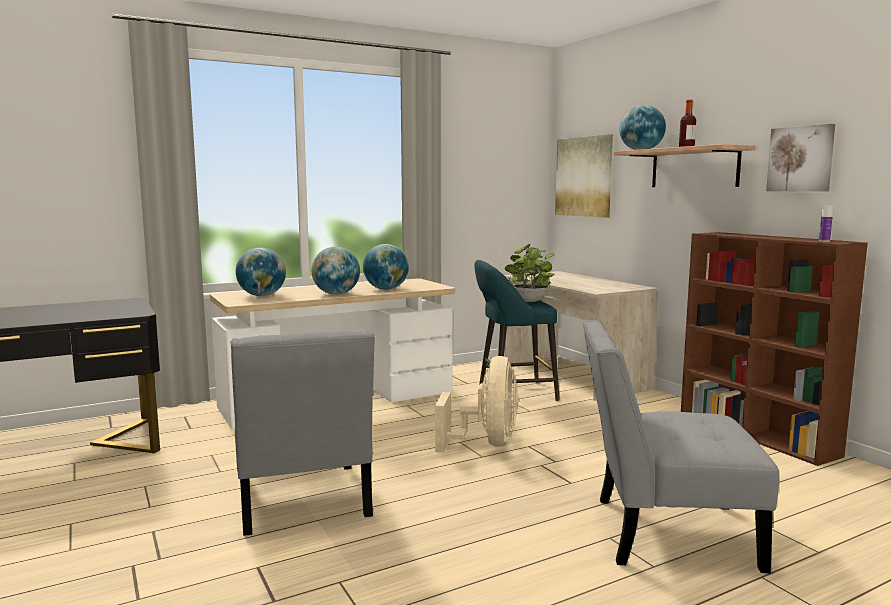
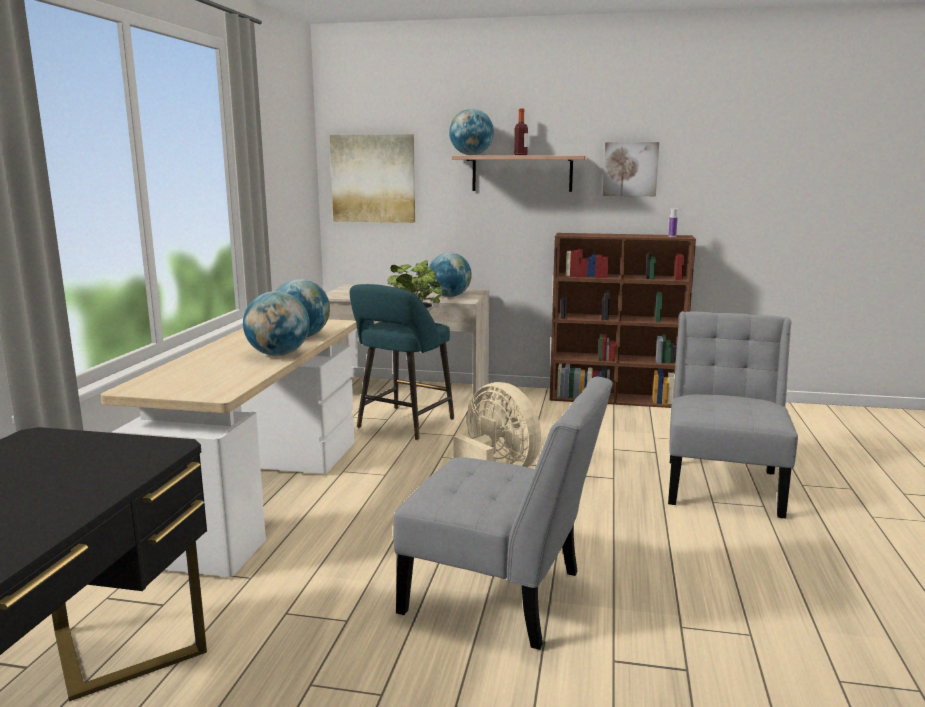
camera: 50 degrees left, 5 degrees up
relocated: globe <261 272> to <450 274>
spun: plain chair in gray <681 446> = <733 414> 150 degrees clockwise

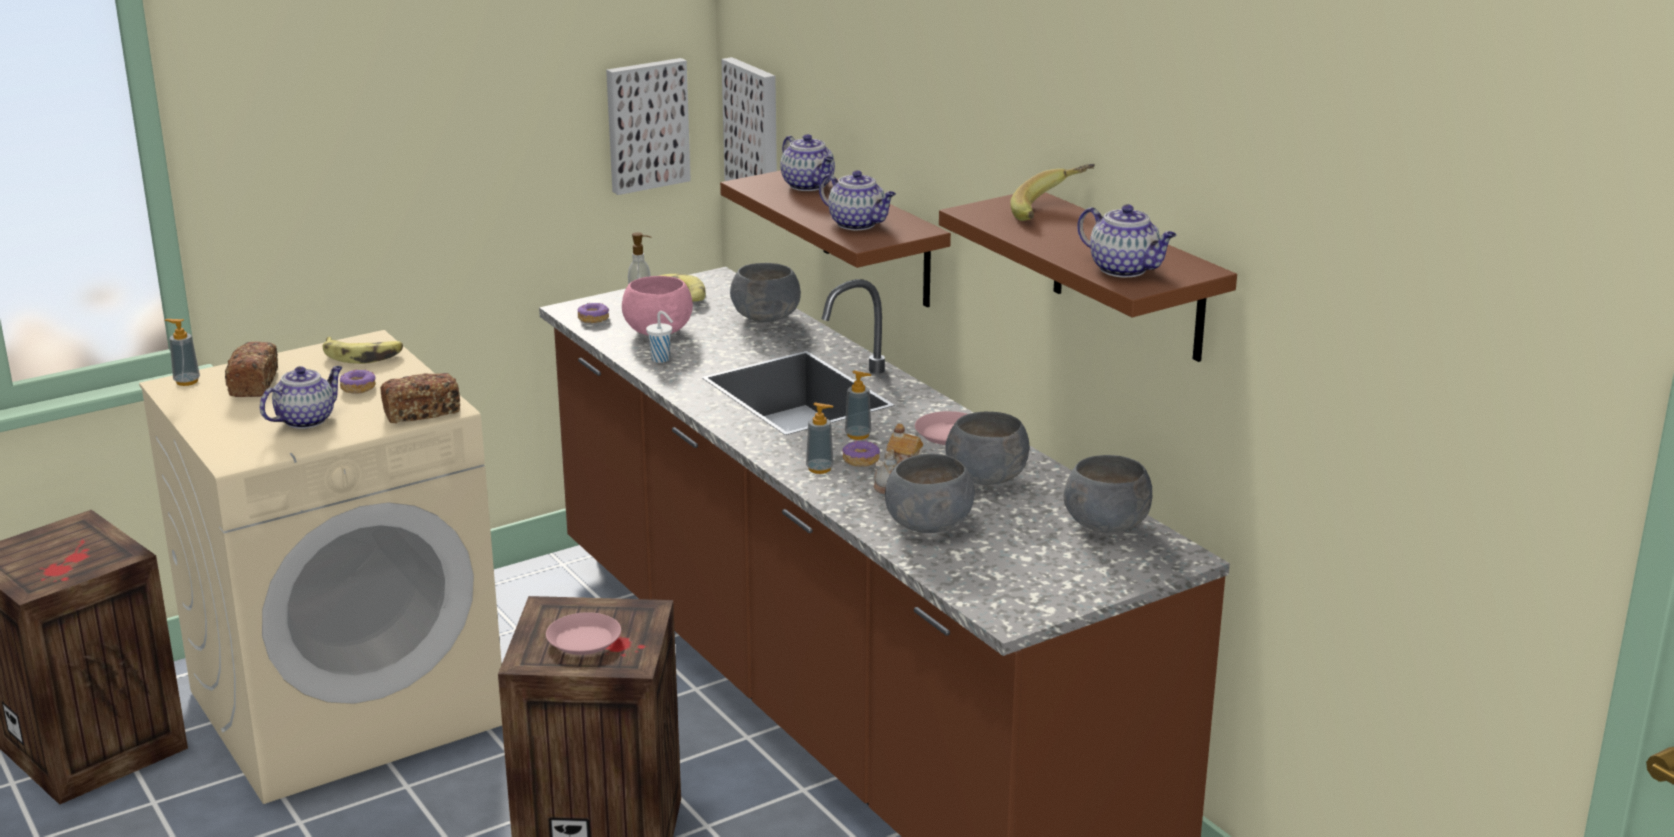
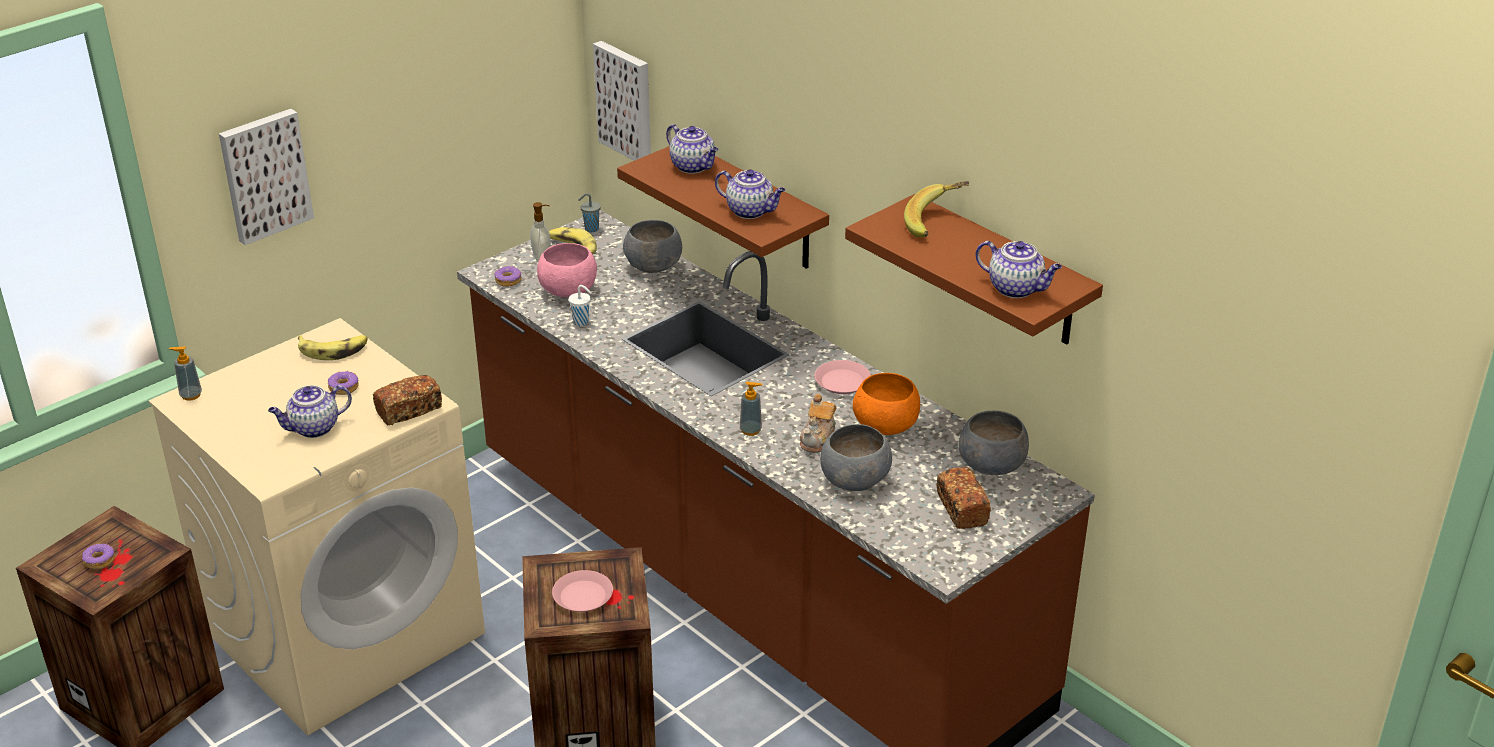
camera: 10 degrees left, 10 degrees up
missing: soap bottle <858 405>
appeared: drinking cup in gray <589 212>
relocated: bread <251 369> to <964 498>; wall art <648 126> to <266 177>; donut <861 453> to <98 556>
colour: deep dish in gray <987 448> to deep dish in orange <886 404>
spun: tea pot <301 397> = <310 411> 150 degrees counterclockwise

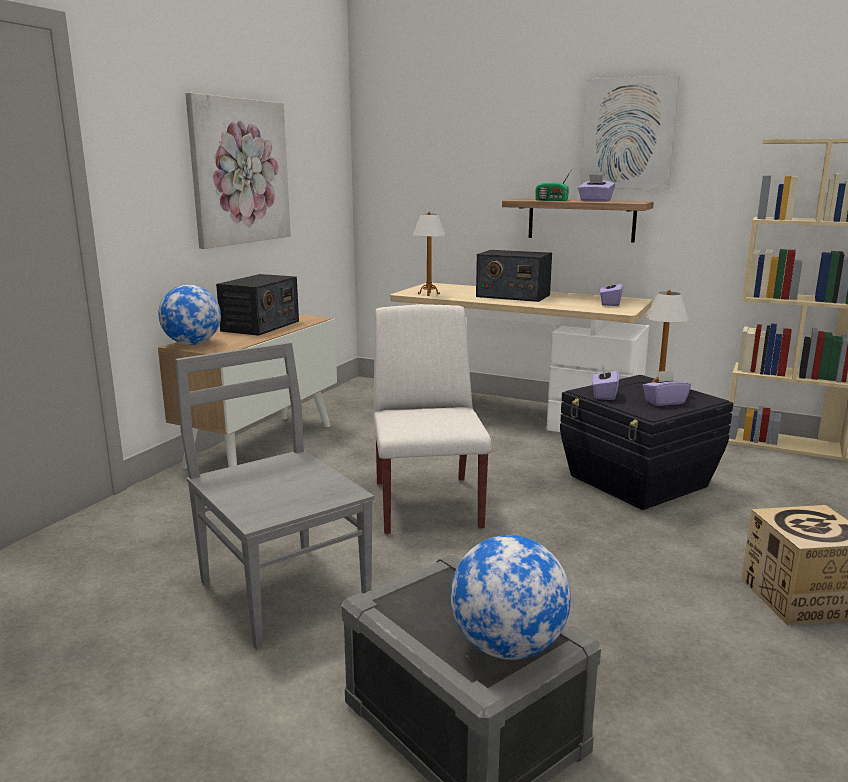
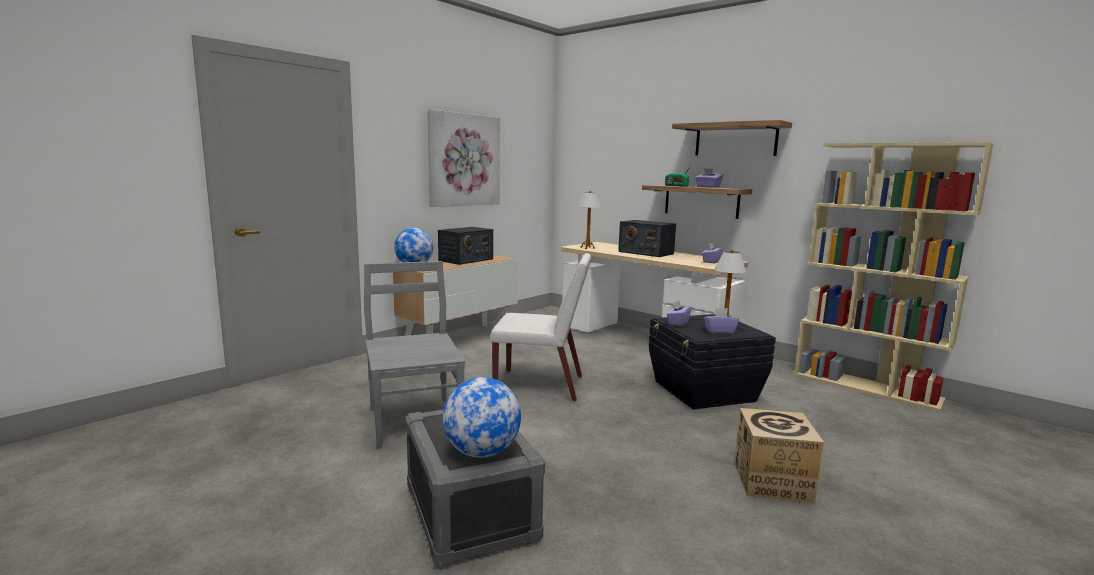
camera: 15 degrees right, 5 degrees down
exchanged: wall art <630 132> to shelf <732 138>
spun: plain chair in whitish <432 419> = <540 327> 90 degrees clockwise

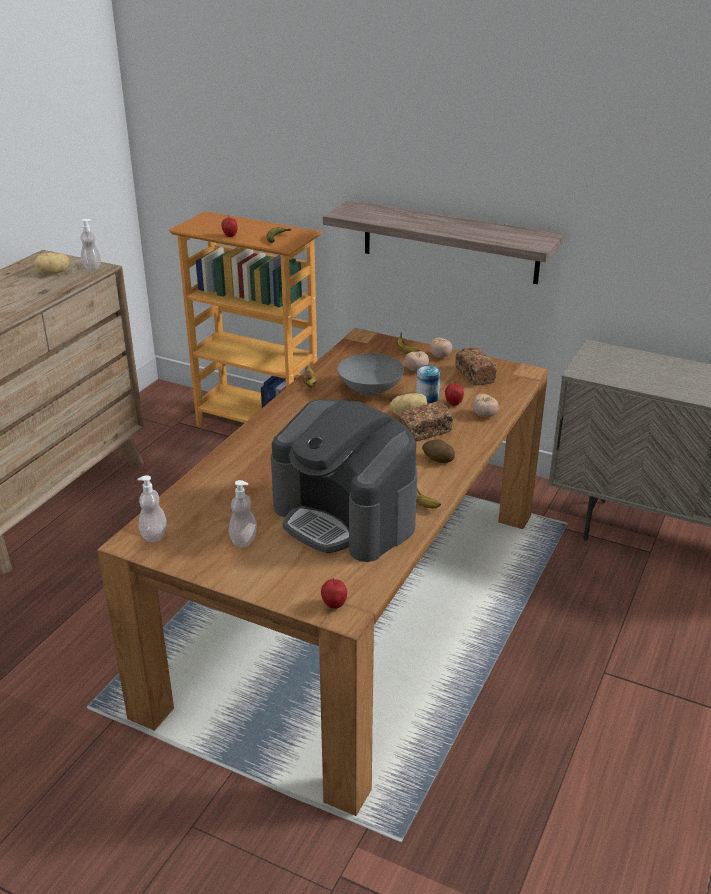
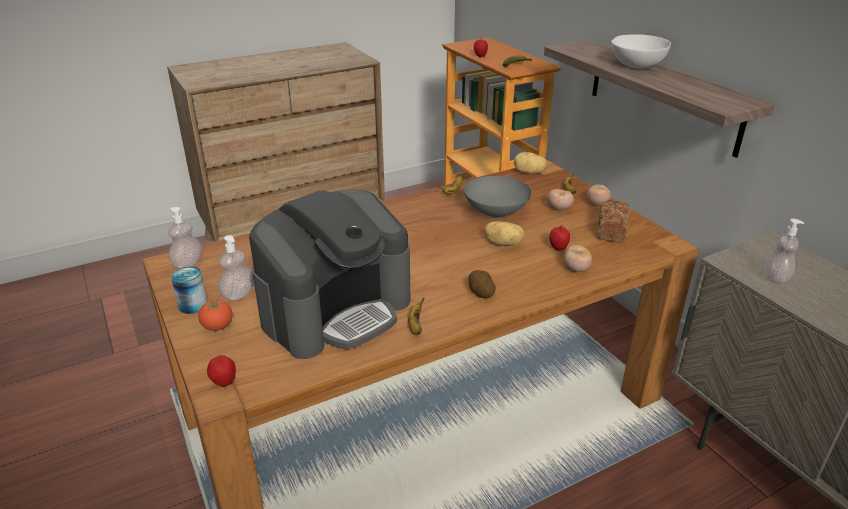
camera: 35 degrees right, 0 degrees up
missing: bread <425 422>
appeared: whole tomato <215 315>; deep dish in whitish <641 52>
relocated: spud <52 263> to <530 163>; soap bottle <91 245> to <784 251>; sealed can <428 384> to <189 290>
spun: coffee maker <344 480> = <329 274> 120 degrees counterclockwise

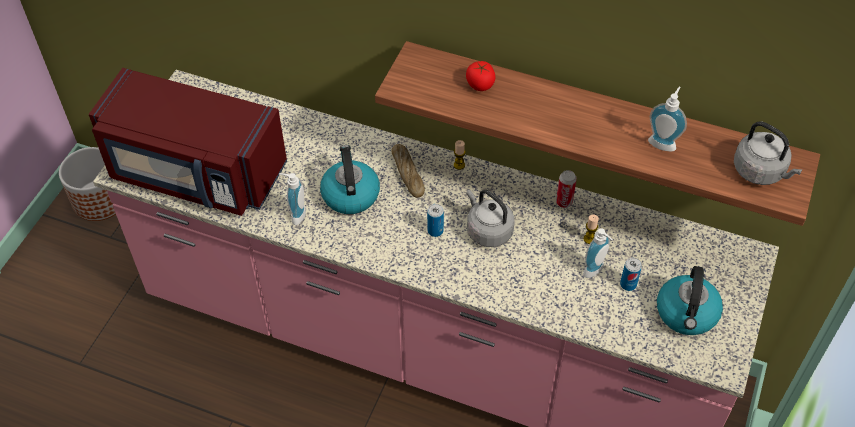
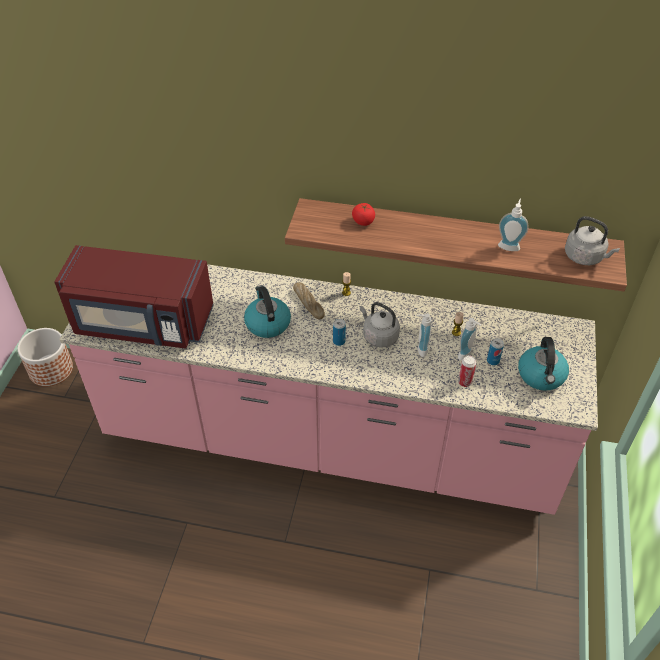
camera: 10 degrees left, 5 degrees down
relocated: soap bottle <292 199> to <423 335>; sealed can <566 189> to <467 371>

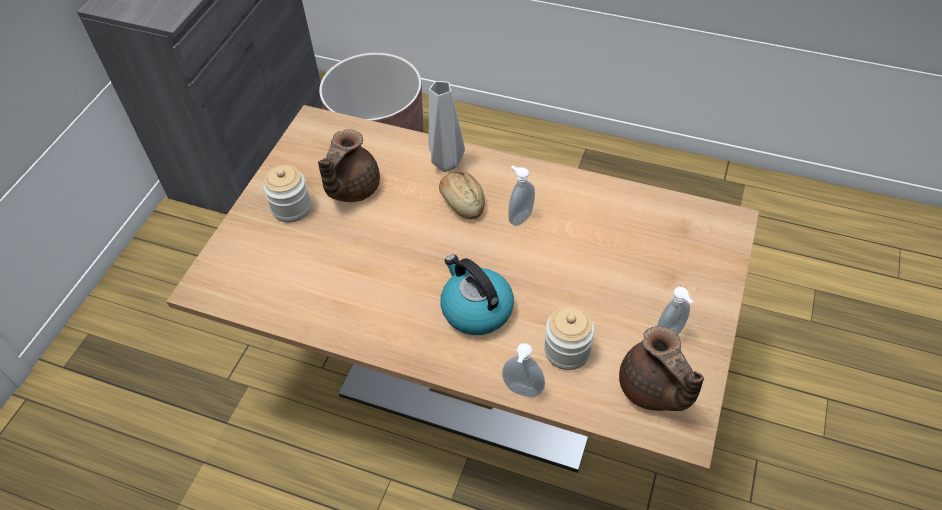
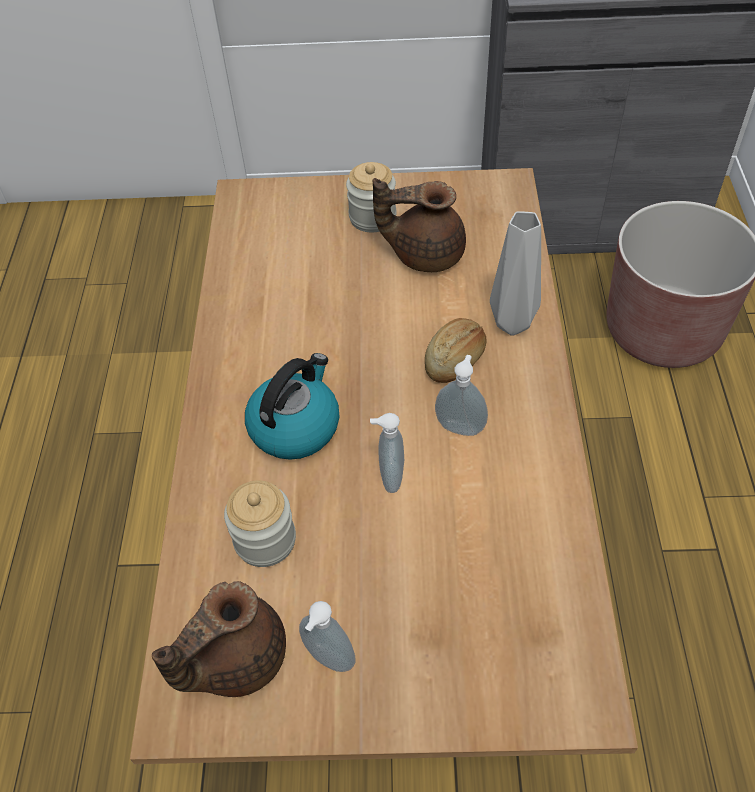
camera: 70 degrees right, 0 degrees up
relocated: soap bottle <523 370> to <387 453>

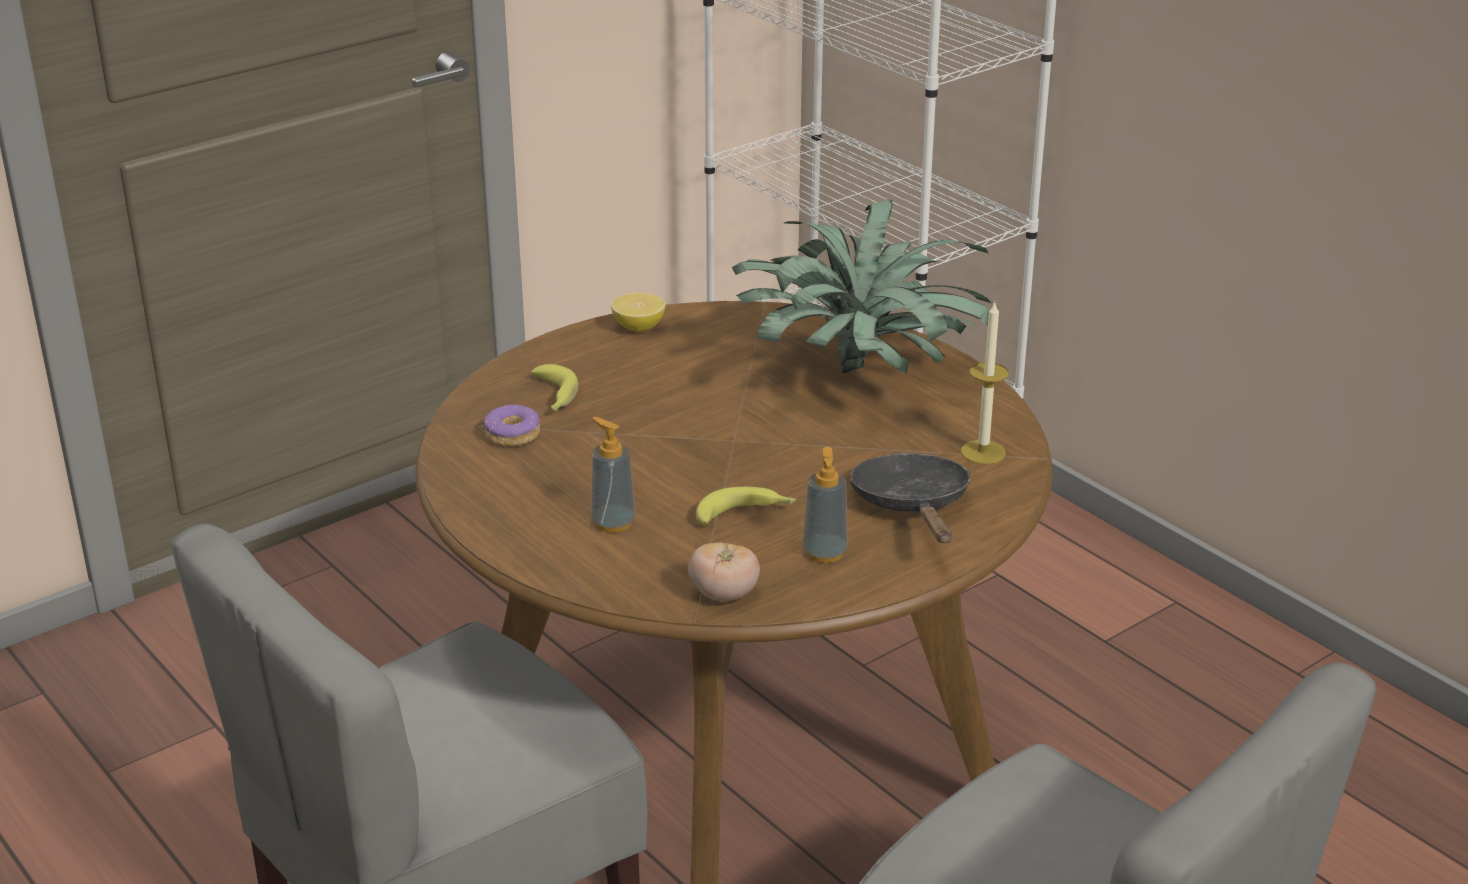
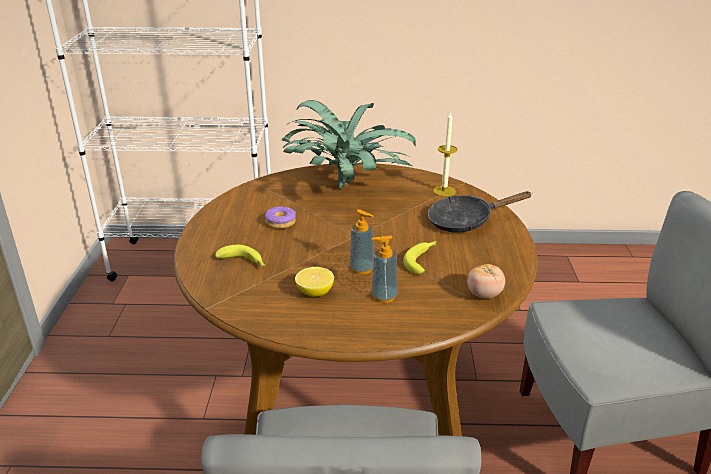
camera: 50 degrees left, 0 degrees up
relocated: donut <512 425> to <280 217>; lemon <638 312> to <314 282>; soap bottle <825 505> to <361 242>
spun: pan in black <910 498> = <480 212> 45 degrees counterclockwise

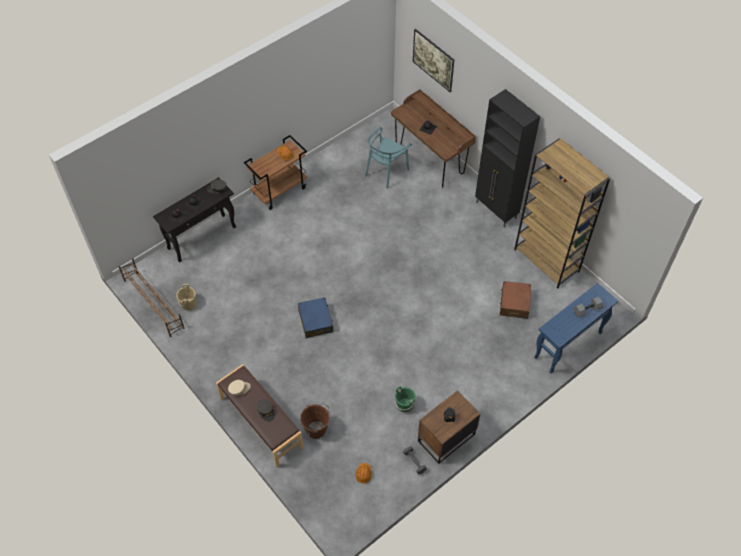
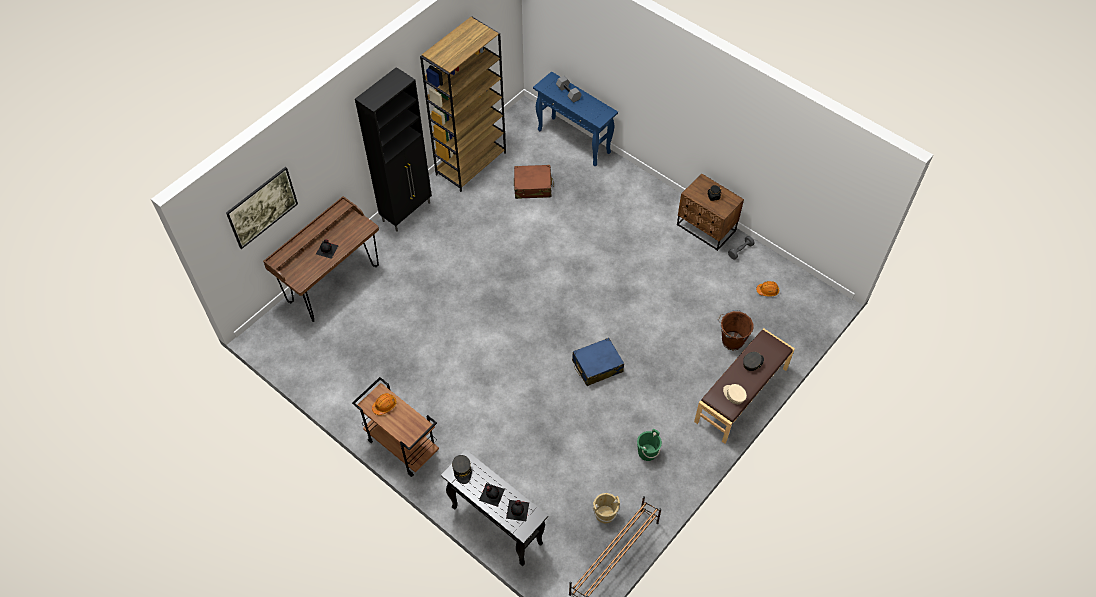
camera: 100 degrees left, 0 degrees up
missing: plain chair in turquoise <388 158>
relocated: bucket in green-coloured <405 399> to <649 445>

